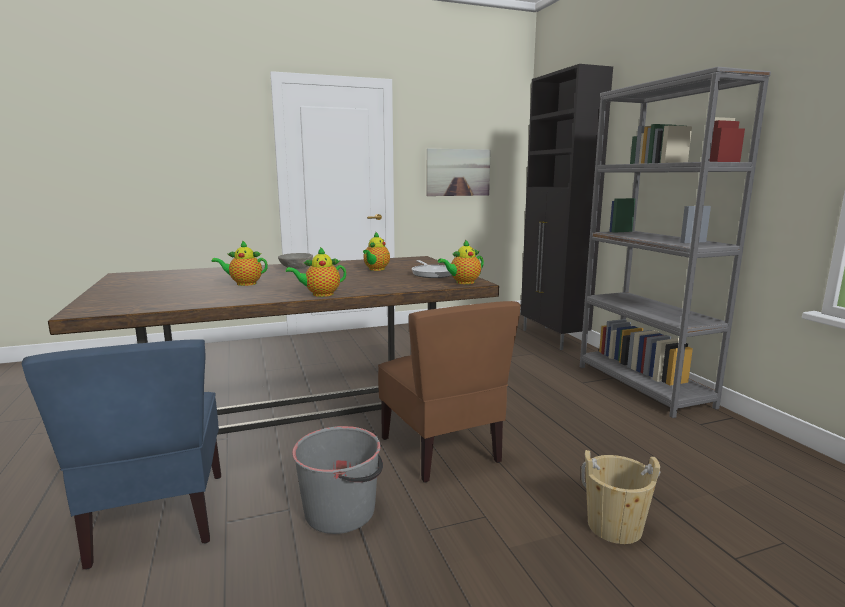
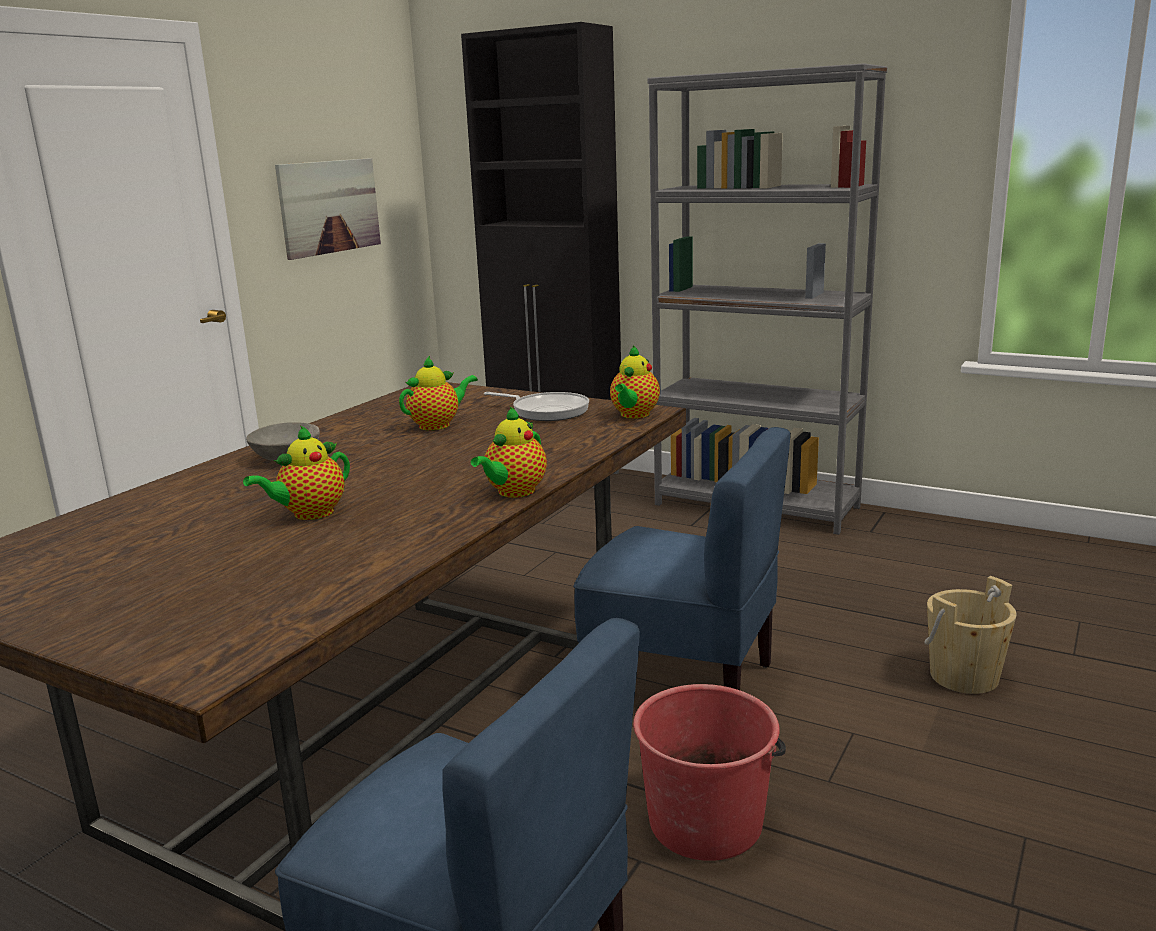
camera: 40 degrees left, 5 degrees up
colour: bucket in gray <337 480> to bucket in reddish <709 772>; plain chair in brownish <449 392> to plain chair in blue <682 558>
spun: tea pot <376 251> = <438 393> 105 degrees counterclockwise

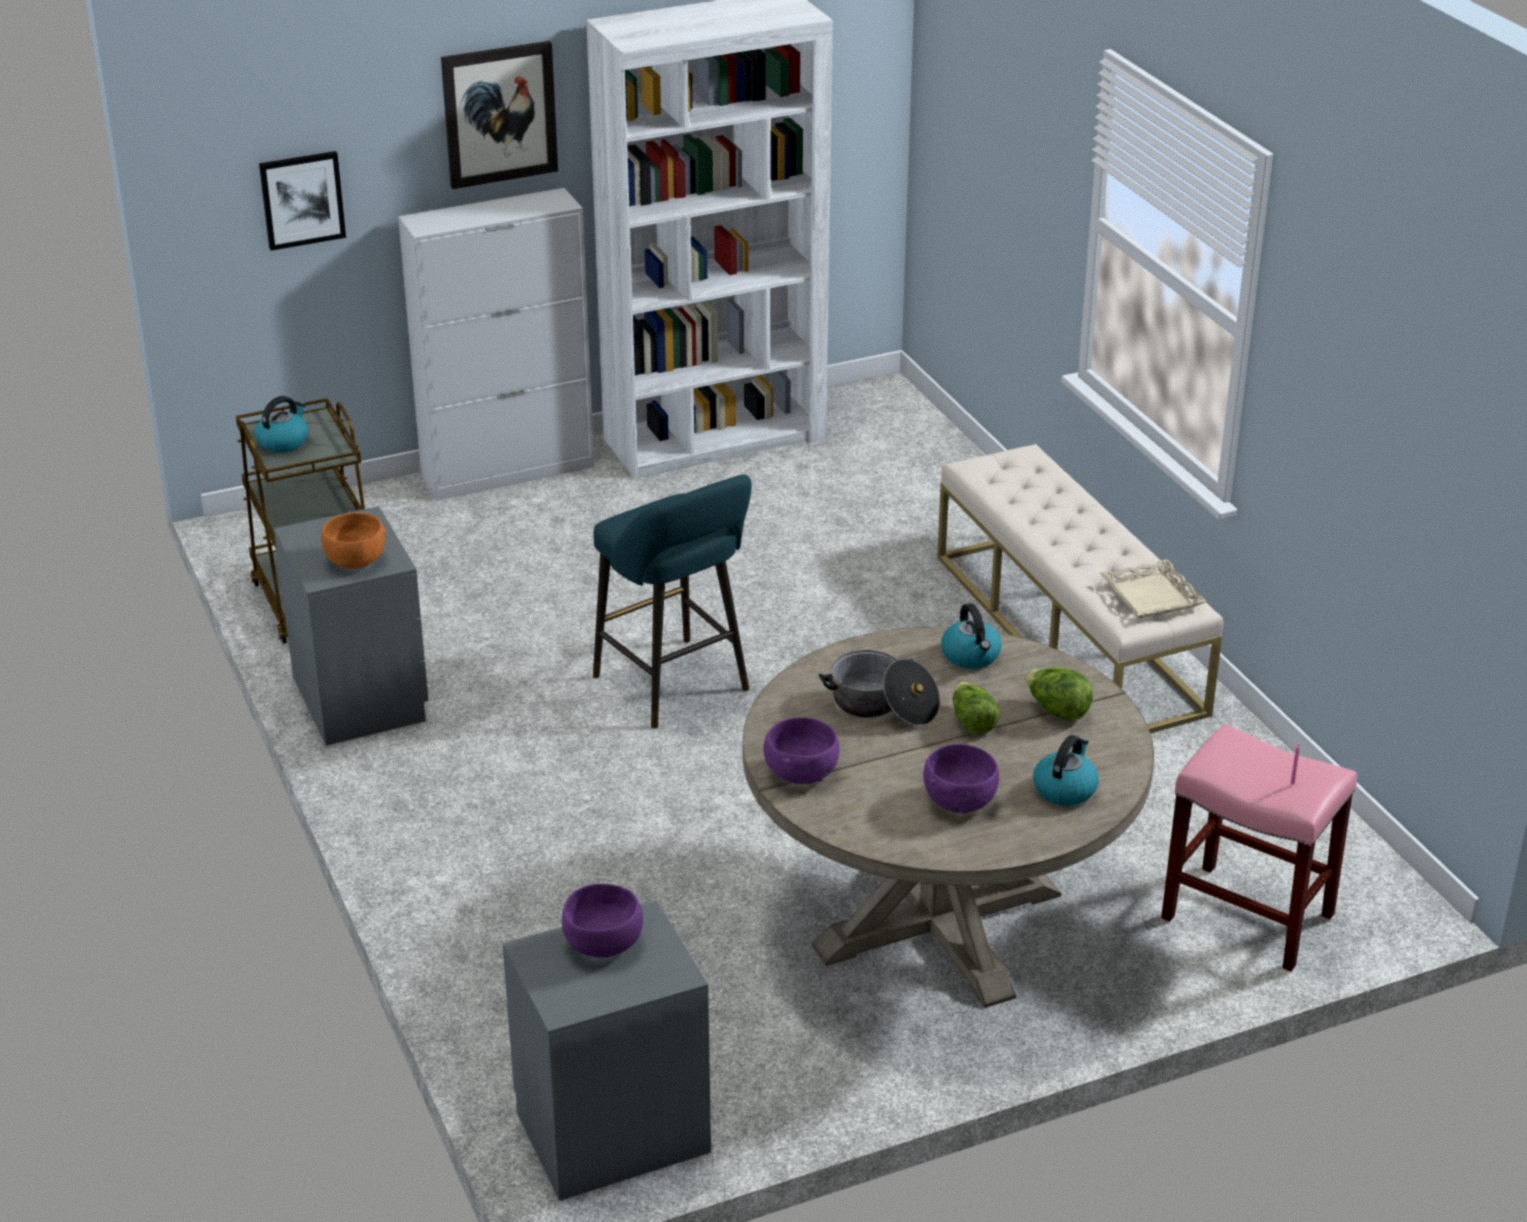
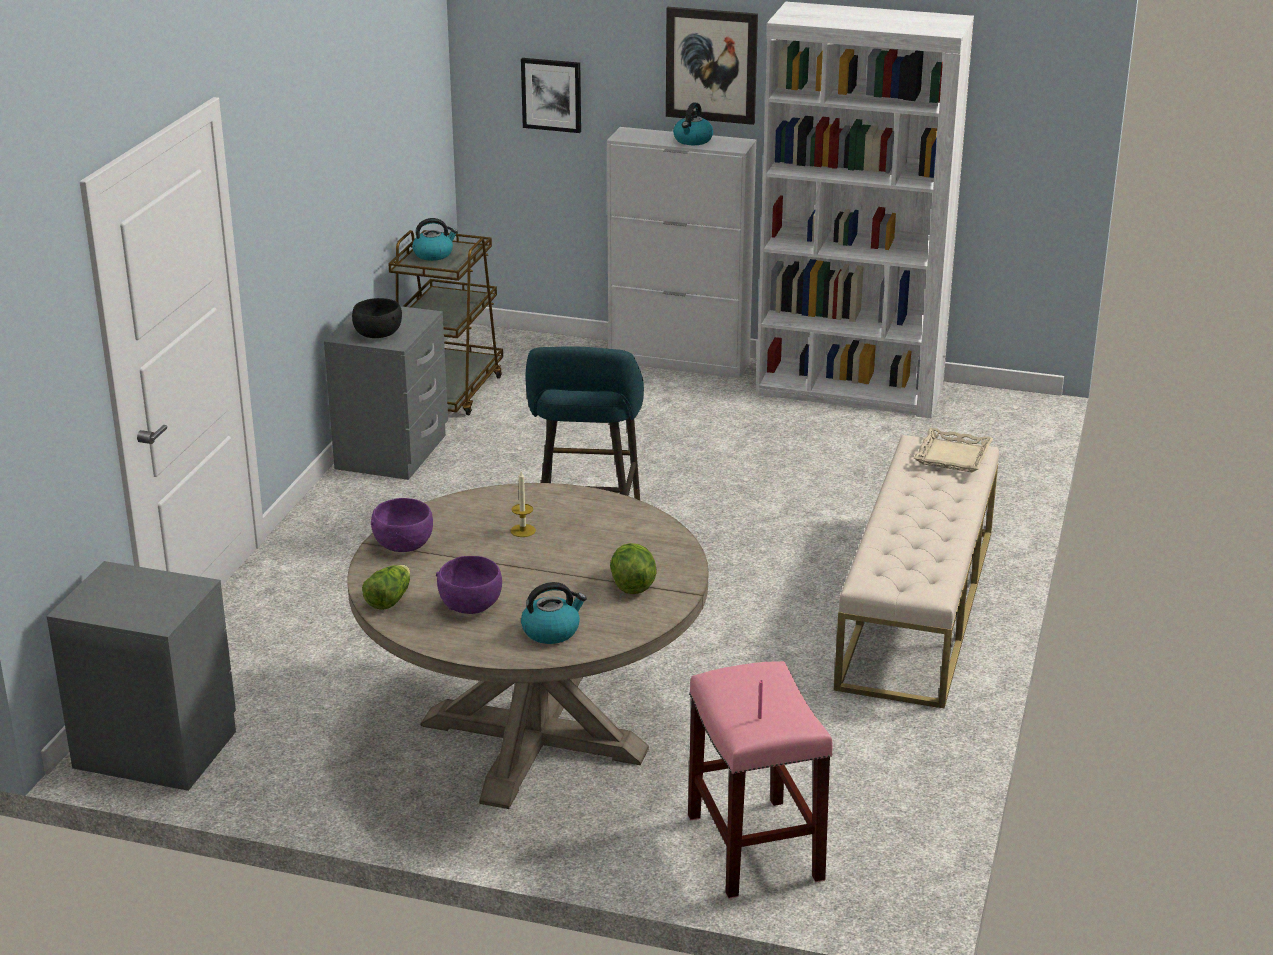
camera: 40 degrees right, 5 degrees down
missing: deep dish in purple <602 920>
relocated: water kettle <971 636> to <693 123>; head of lettuce <976 708> to <386 587>; tray in beige-coloured <1153 588> to <953 450>
exchanged: cooking pot <879 688> to wax light <523 504>
colour: deep dish in orange <353 541> to deep dish in black <377 318>

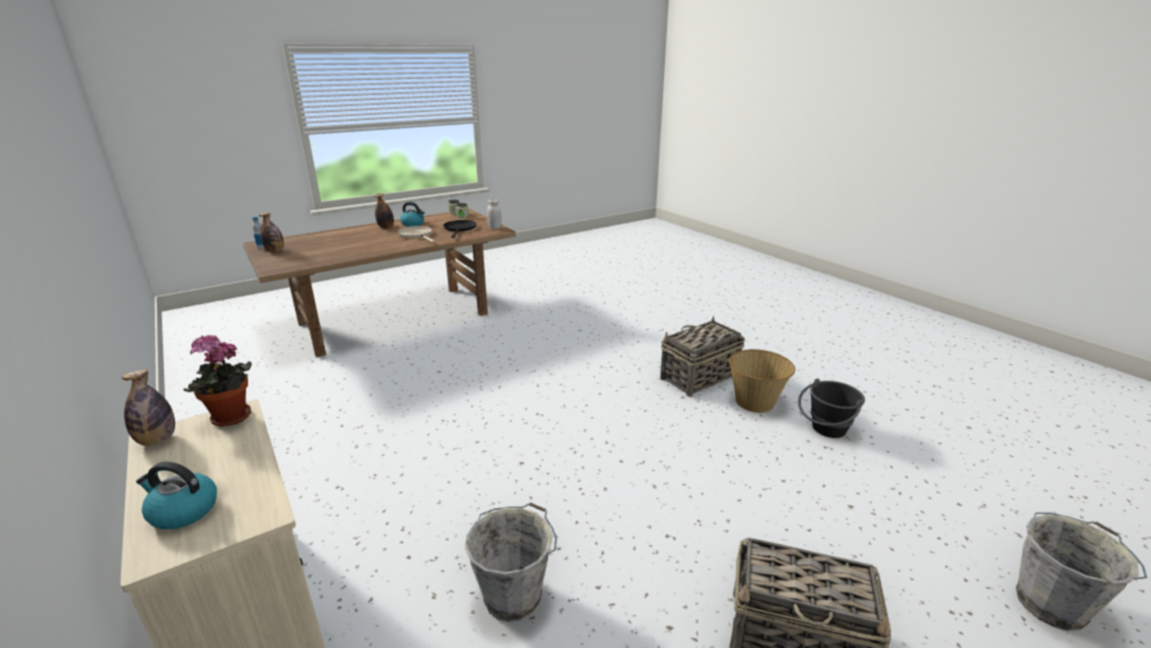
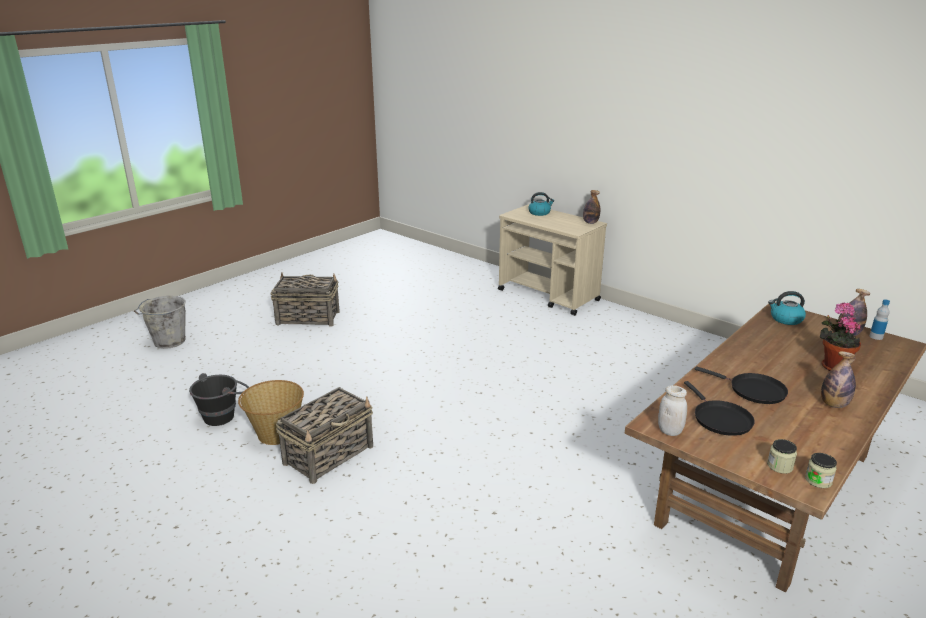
camera: 165 degrees right, 0 degrees up
missing: bucket in gray <511 562>
relocated: plant in a pot <218 381> to <840 337>; water kettle <412 214> to <787 308>
colour: pan in beige-coloured <416 234> to pan in black <741 385>

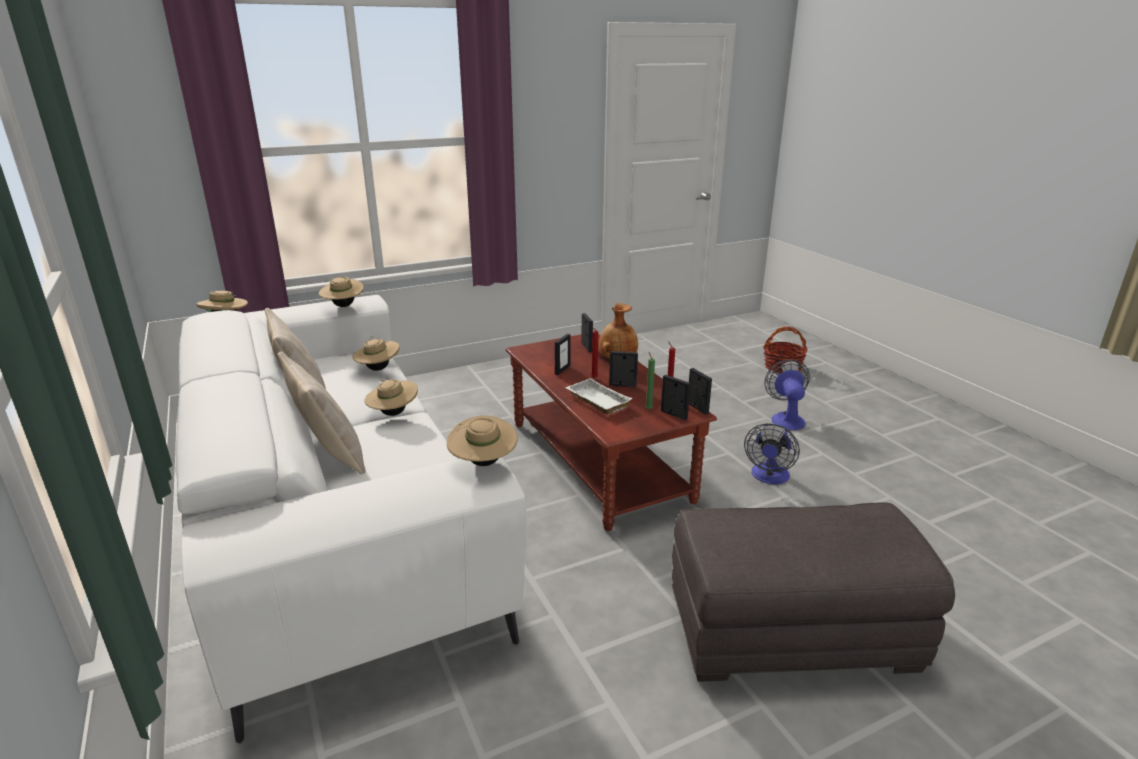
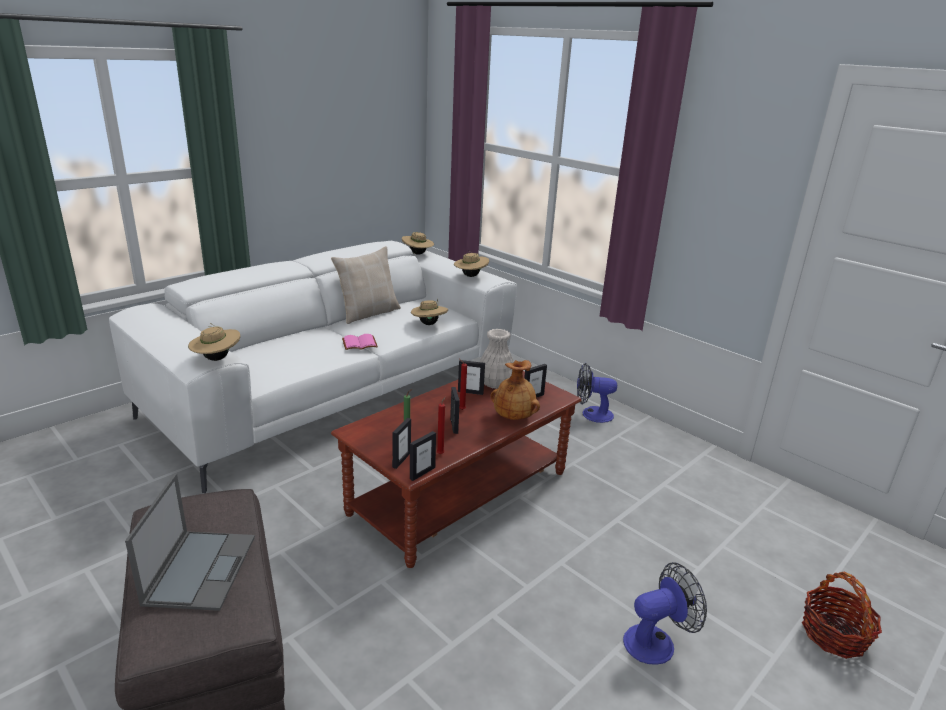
camera: 70 degrees right, 0 degrees up
missing: cushion in beige-coloured <322 413>; tray in whitish <599 396>
appeared: laptop <190 542>; vase in whitish <496 359>
relocated: fan <772 453> to <597 393>
exchanged: clothing hat in beige-coloured <391 396> to volume in pinkish <360 342>

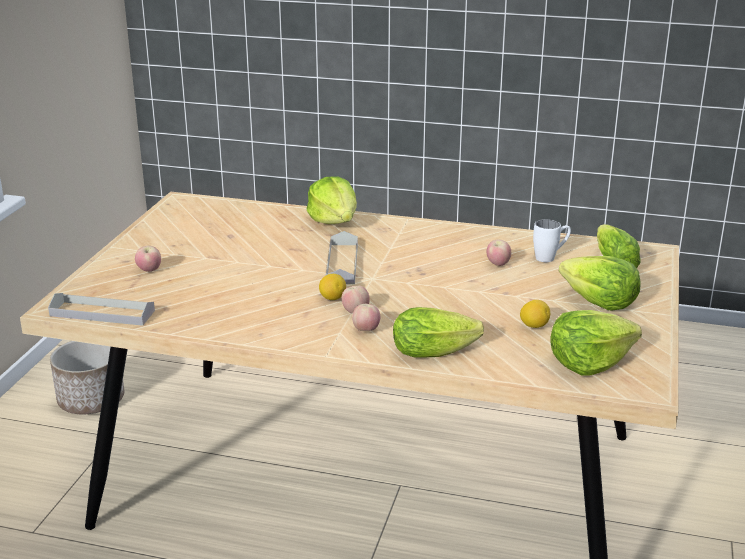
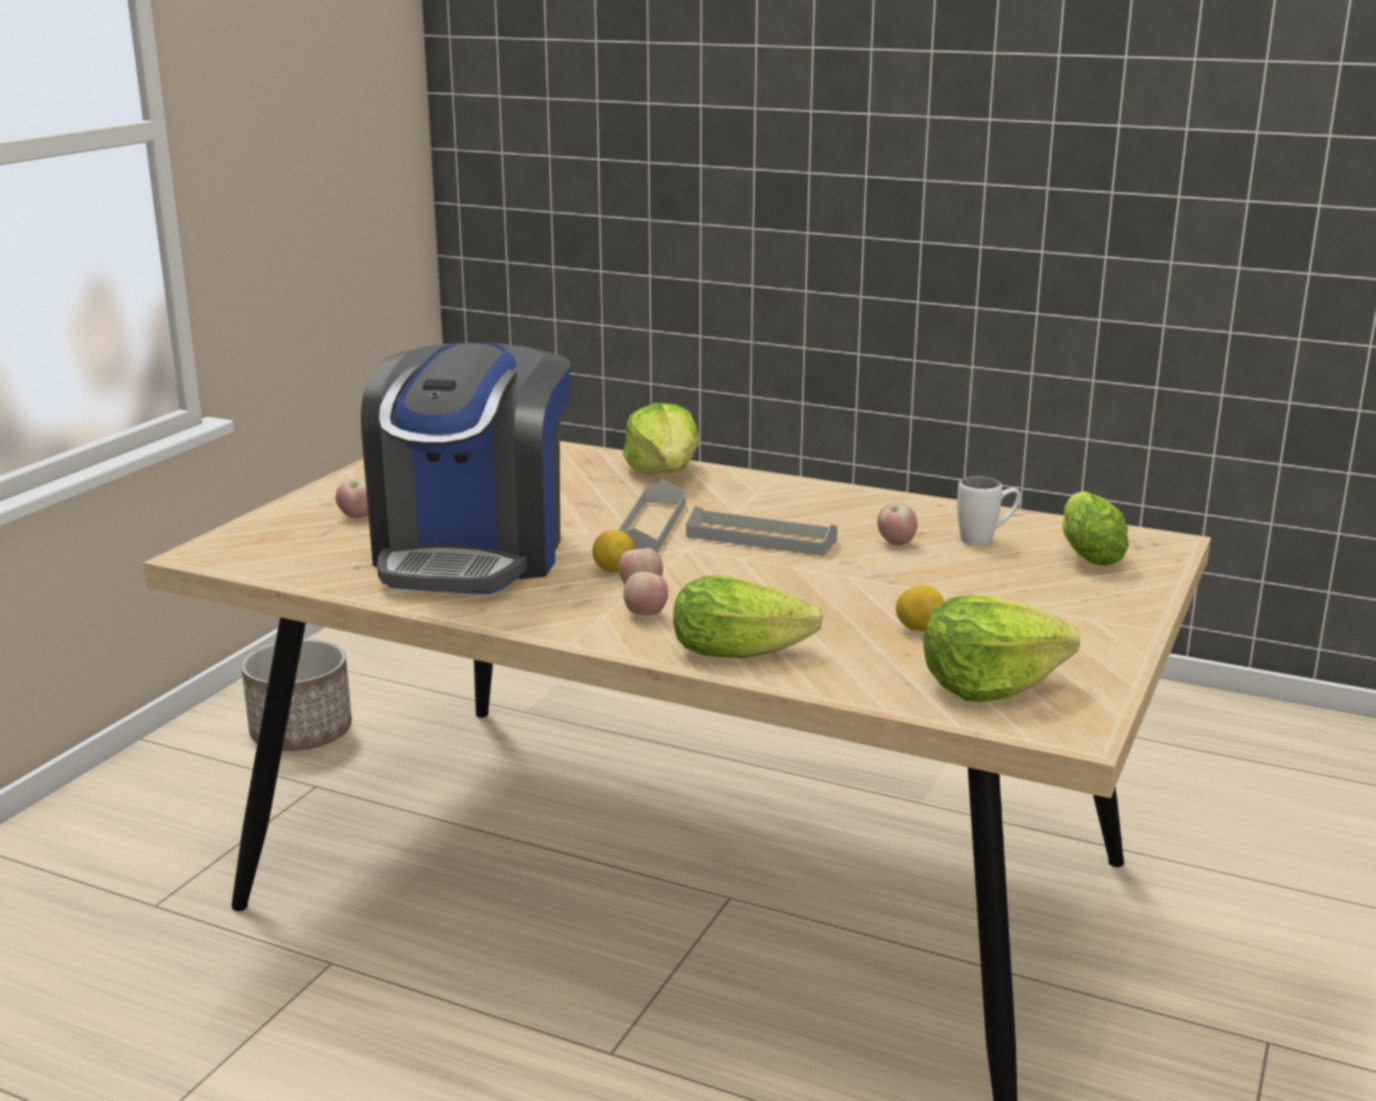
camera: 10 degrees right, 5 degrees down
missing: head of lettuce <600 283>
appeared: coffee maker <465 468>
relocated: tray in gray <101 309> to <761 531>

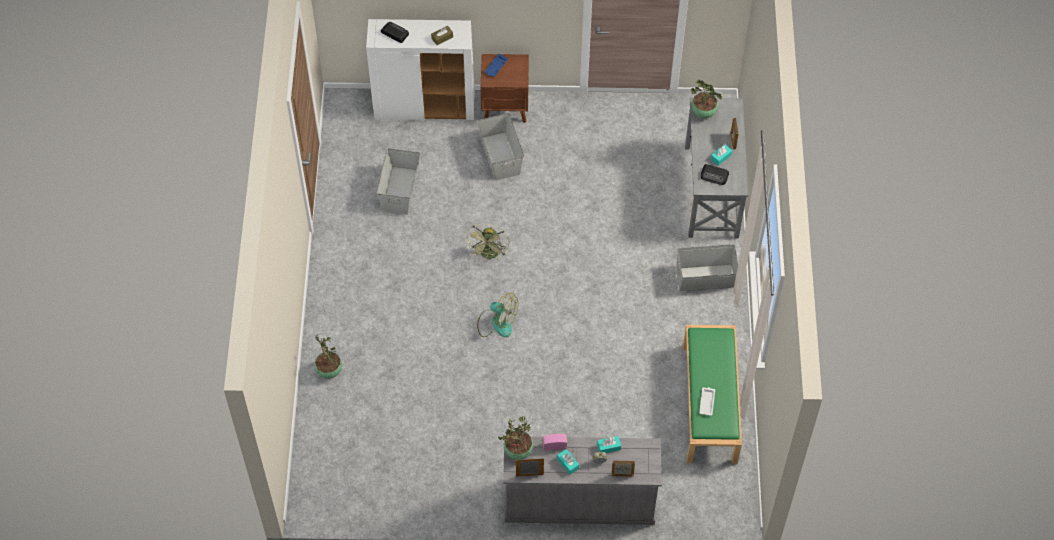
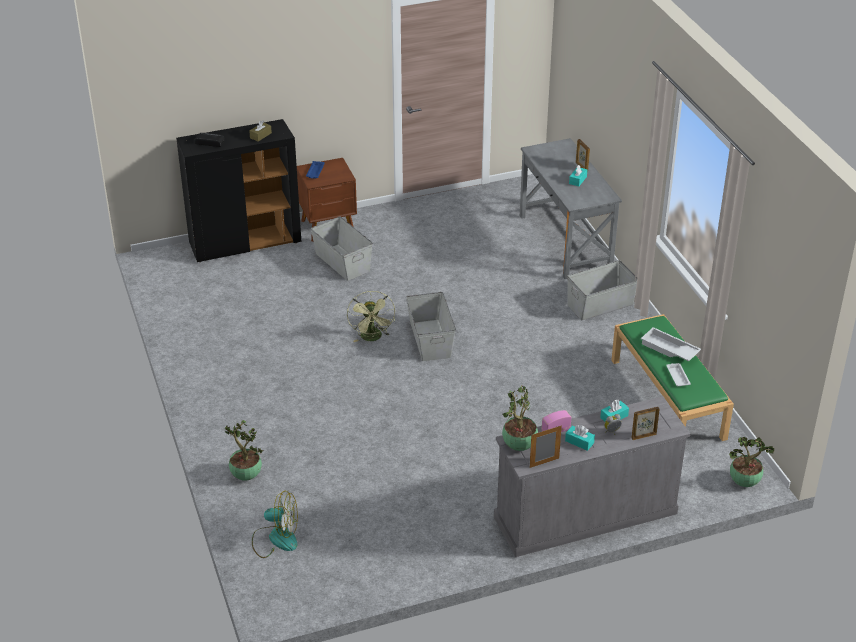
camera: 20 degrees left, 20 degrees down
missing: radio receiver <714 174>
appeared: tray in whitish <671 344>
relocated: storage bin in gray <398 181> to <431 326>; fan <497 315> to <275 524>; plant in a pot <706 99> to <751 462>
colour: storage cabinet in whitish <420 69> to storage cabinet in black <238 190>

